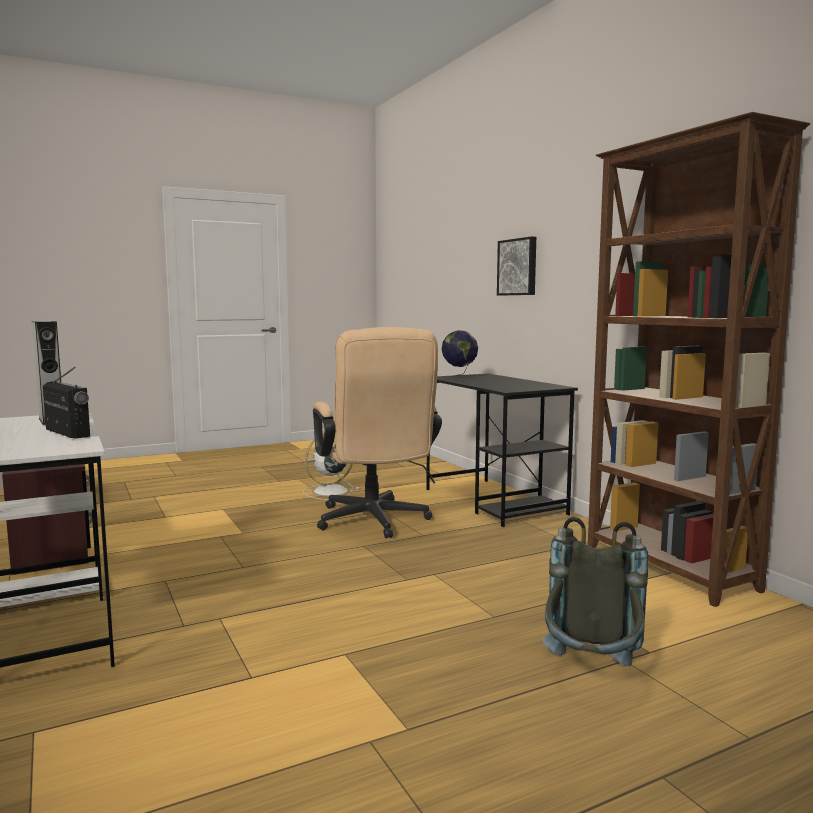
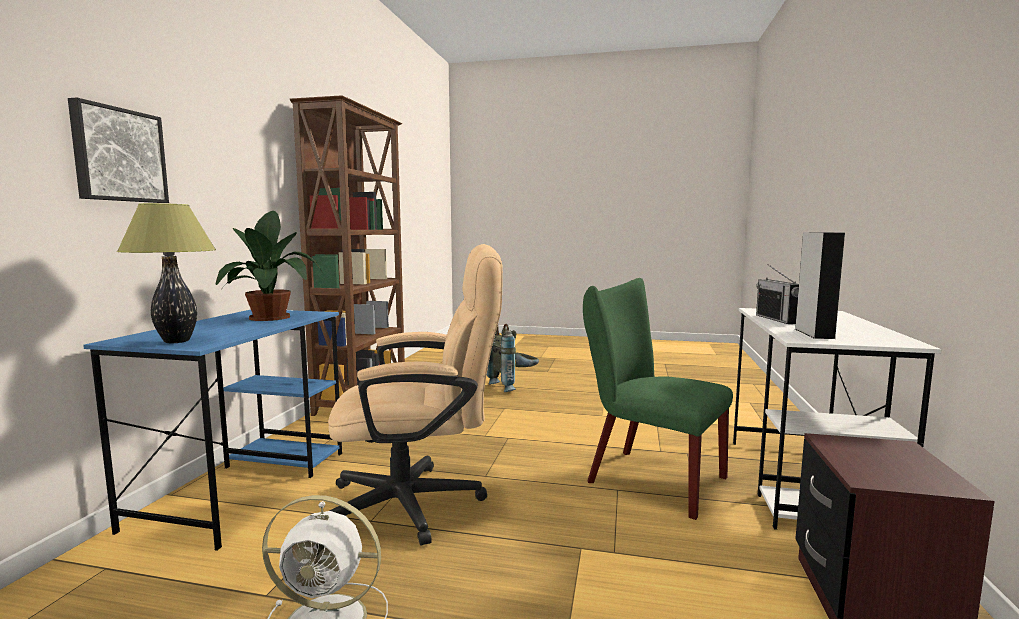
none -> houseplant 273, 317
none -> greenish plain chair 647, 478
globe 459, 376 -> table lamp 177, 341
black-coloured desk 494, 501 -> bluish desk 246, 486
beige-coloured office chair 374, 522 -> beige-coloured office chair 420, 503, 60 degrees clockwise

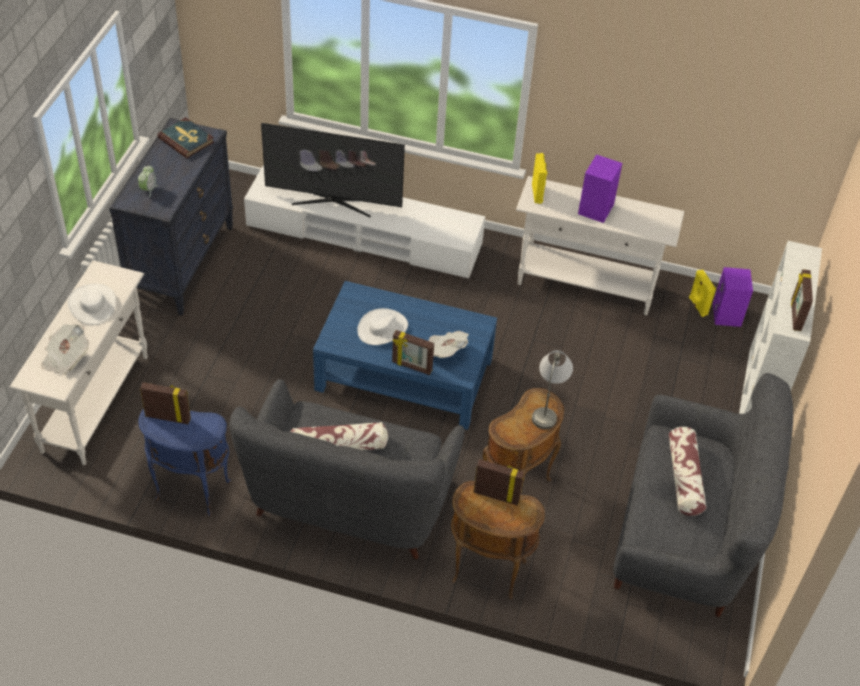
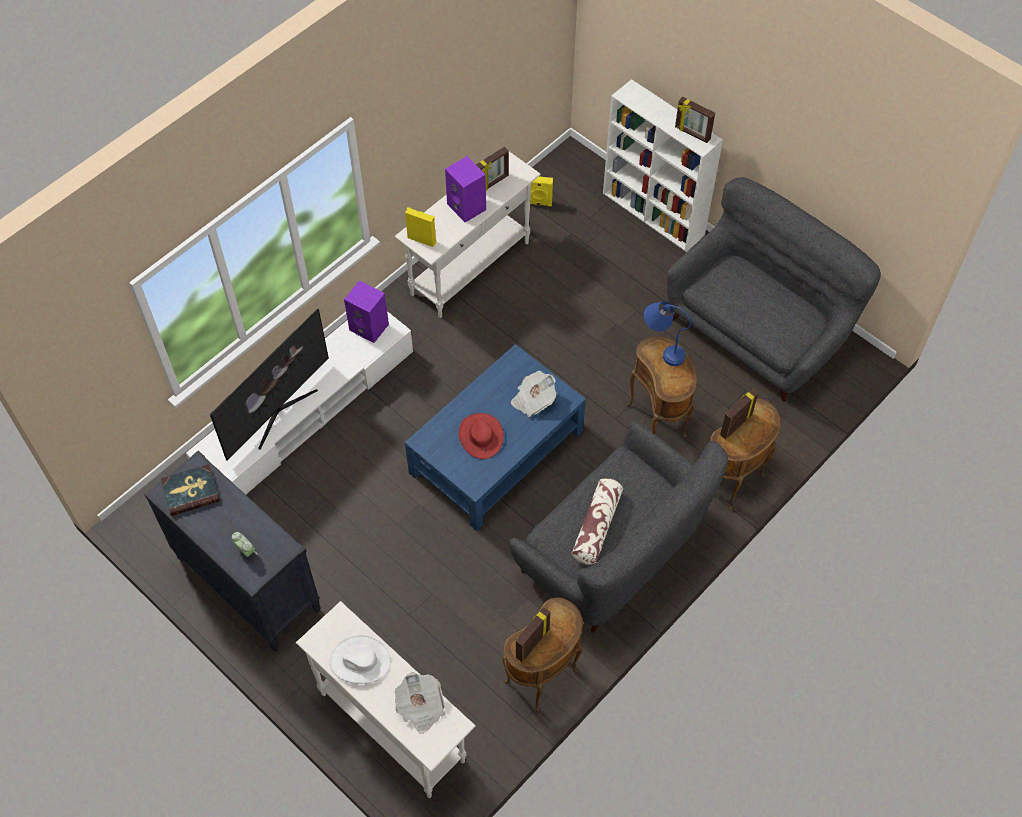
throw pillow 684, 478 -> none
photo frame 411, 367 -> photo frame 492, 183, relocated
purple loudspeaker 727, 315 -> purple loudspeaker 370, 327, relocated
bluish side table 191, 493 -> brownish side table 543, 678
white wearable hat 382, 328 -> reddish wearable hat 481, 436
grey table lamp 548, 406 -> bluish table lamp 662, 347

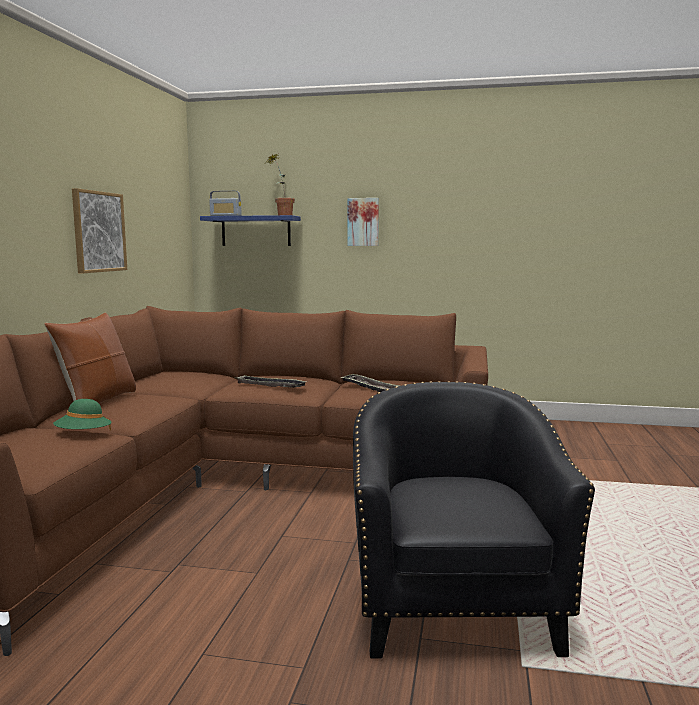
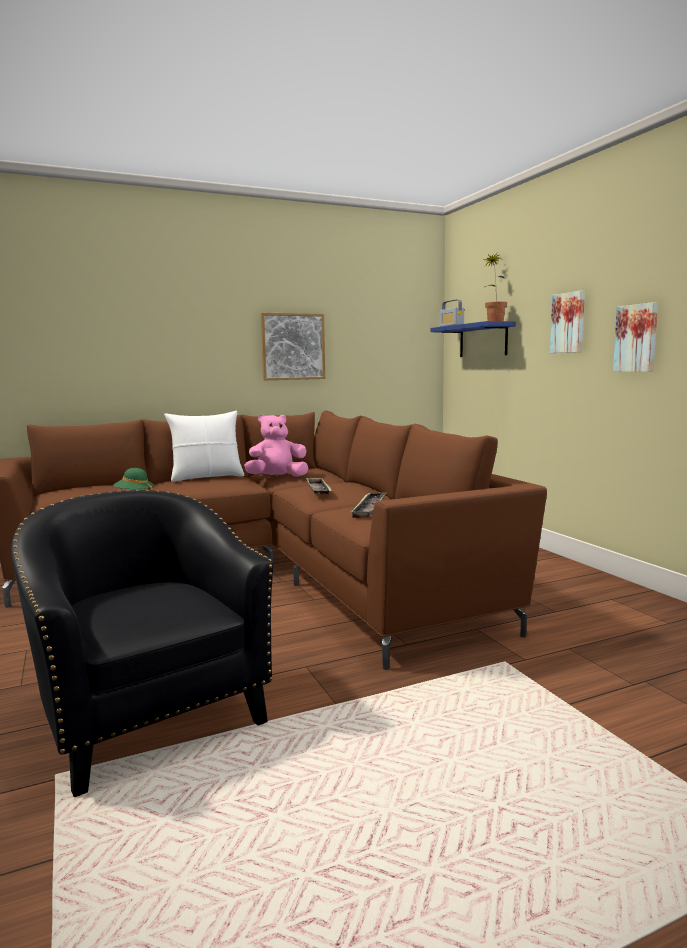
none -> pink cuddly toy 277, 477
none -> wall art 637, 338
brownish throw pillow 97, 401 -> white throw pillow 207, 477
black-coloured easy chair 453, 605 -> black-coloured easy chair 149, 715, 90 degrees counterclockwise

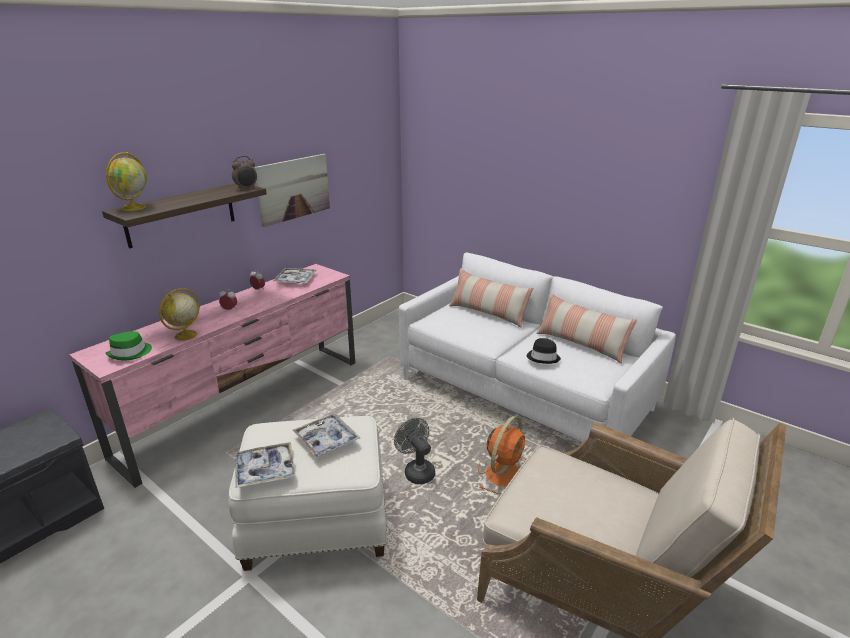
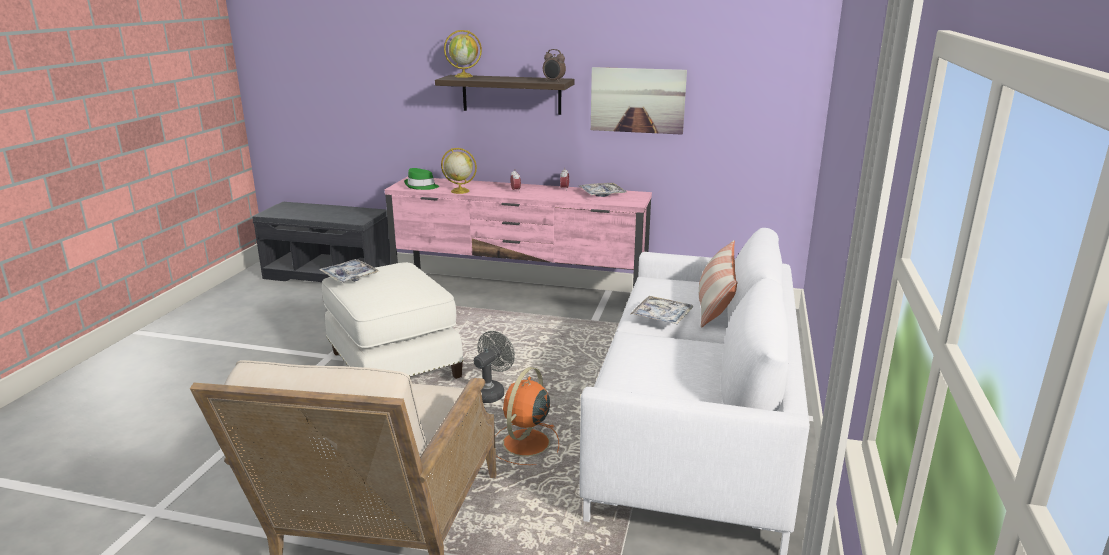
black-coloured wearable hat 543, 357 -> none
throw pillow 581, 344 -> none
tray 326, 440 -> tray 662, 316, relocated
orangey cooling fan 505, 473 -> orangey cooling fan 525, 444, 105 degrees clockwise

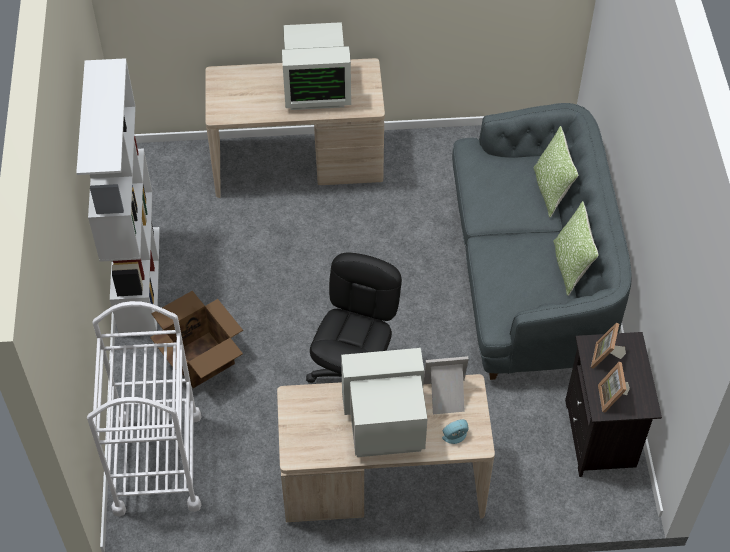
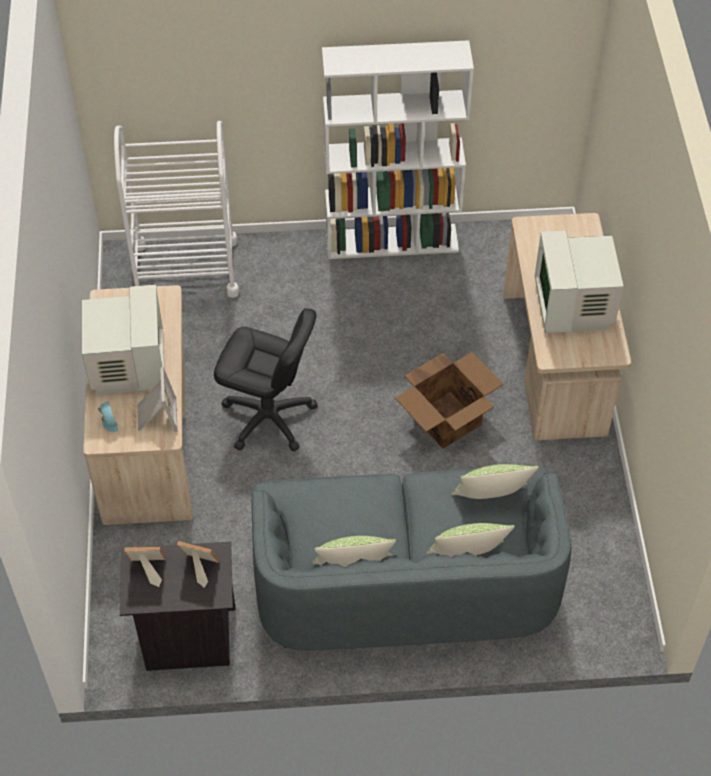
none -> throw pillow 491, 498
cardboard box 201, 358 -> cardboard box 447, 419, relocated

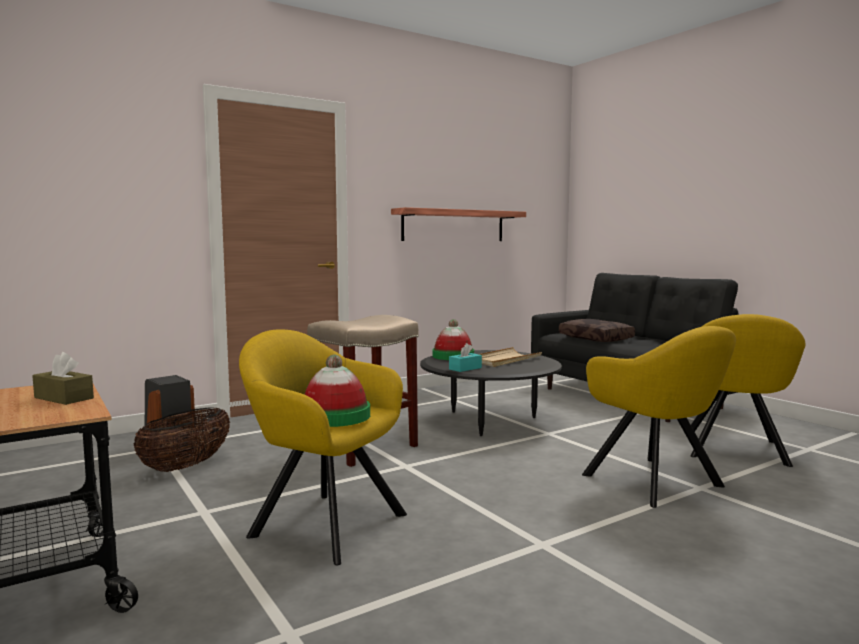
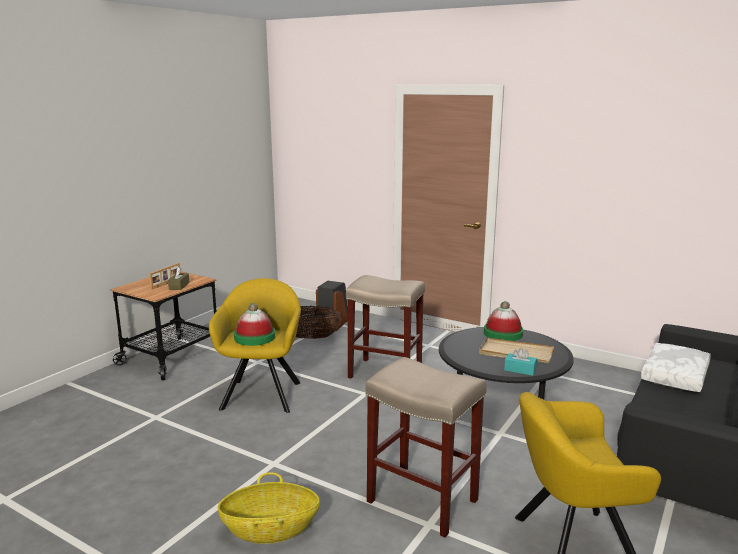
bracket shelf 454, 225 -> none
none -> photo frame 166, 283
none -> household basket 270, 529
turquoise tissue box 465, 368 -> turquoise tissue box 520, 370, relocated
yellow-coloured easy chair 657, 483 -> beige-coloured stool seat 420, 500
brownish throw pillow 596, 338 -> white throw pillow 676, 376

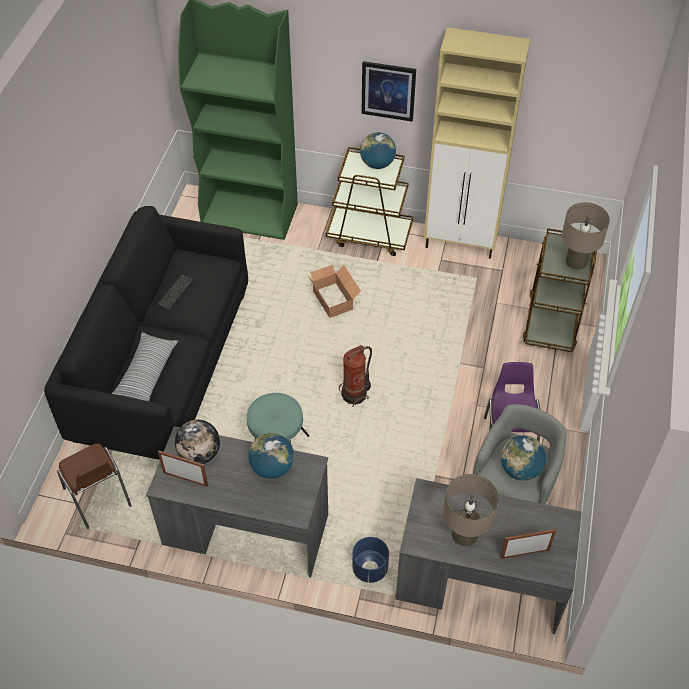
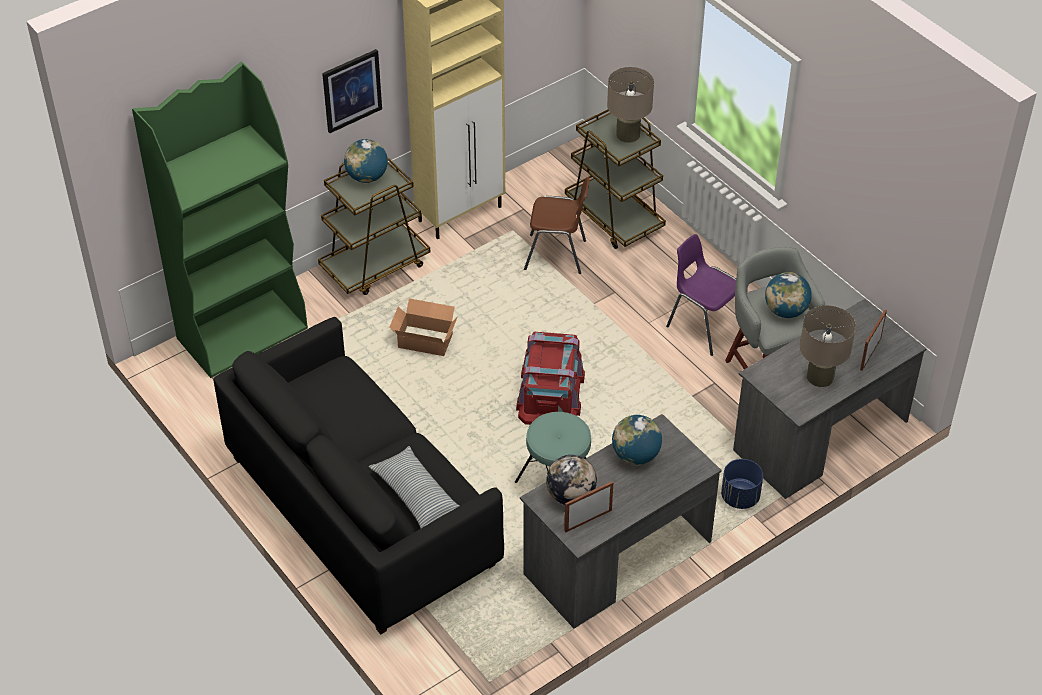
computer keyboard 175, 293 -> none
brownish plain chair 98, 498 -> brownish plain chair 557, 255, relocated
extinguisher 355, 394 -> reddish storage box 551, 393

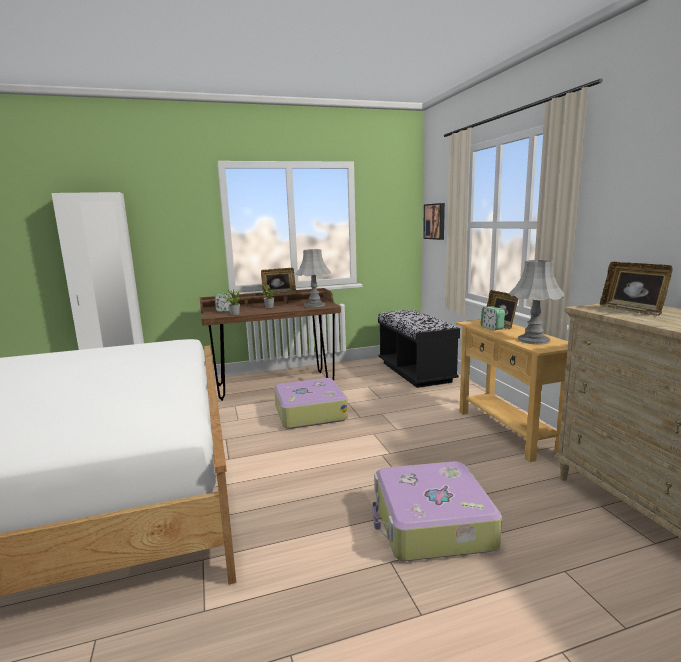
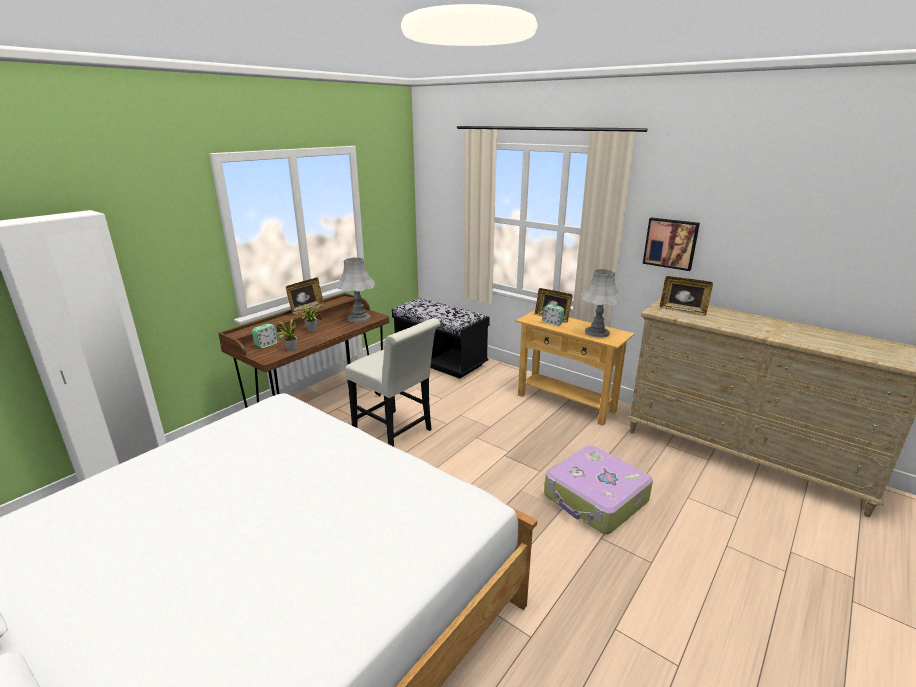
wall art 435, 221 -> wall art 671, 243, relocated
piece of luggage 309, 412 -> white plain chair 396, 433

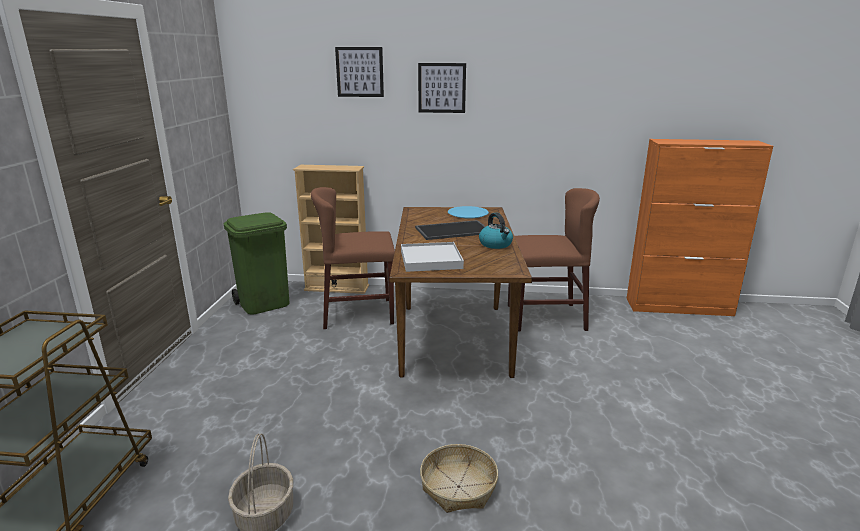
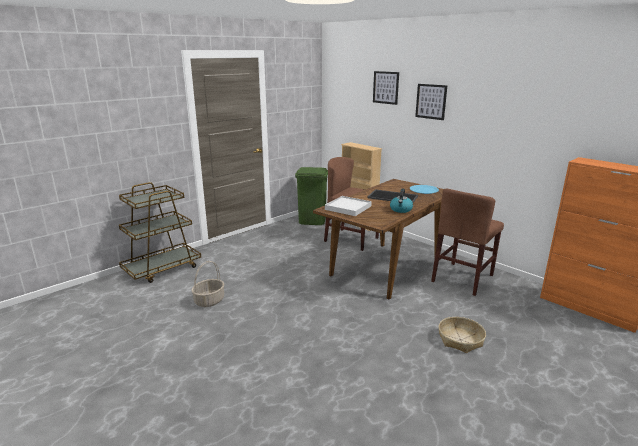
household basket 459, 486 -> household basket 460, 340, relocated
brownish plain chair 545, 317 -> brownish plain chair 462, 278, 90 degrees clockwise

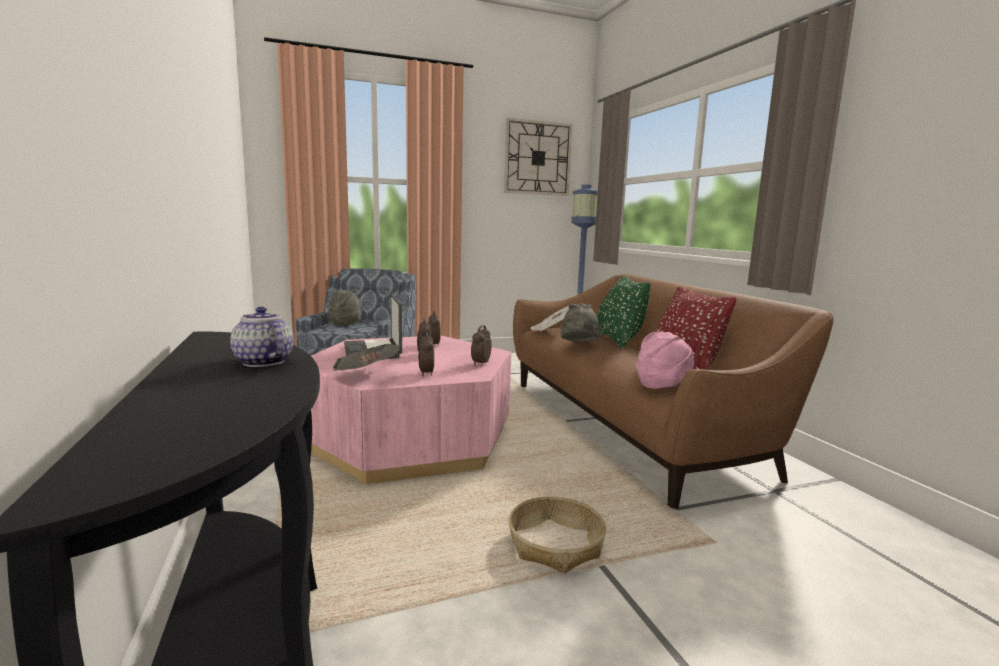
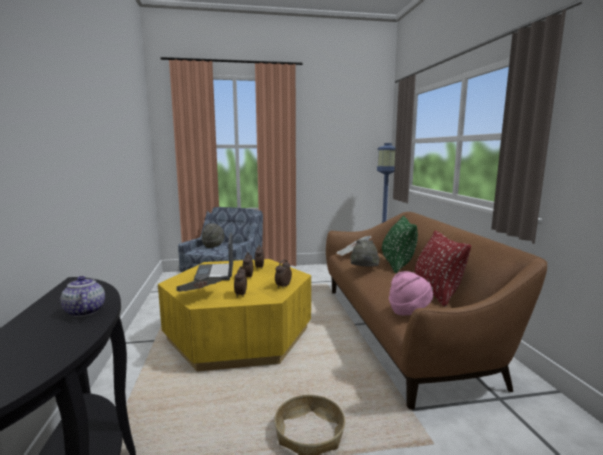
wall clock 537, 158 -> none
pink low table 409, 438 -> yellow-coloured low table 239, 334

